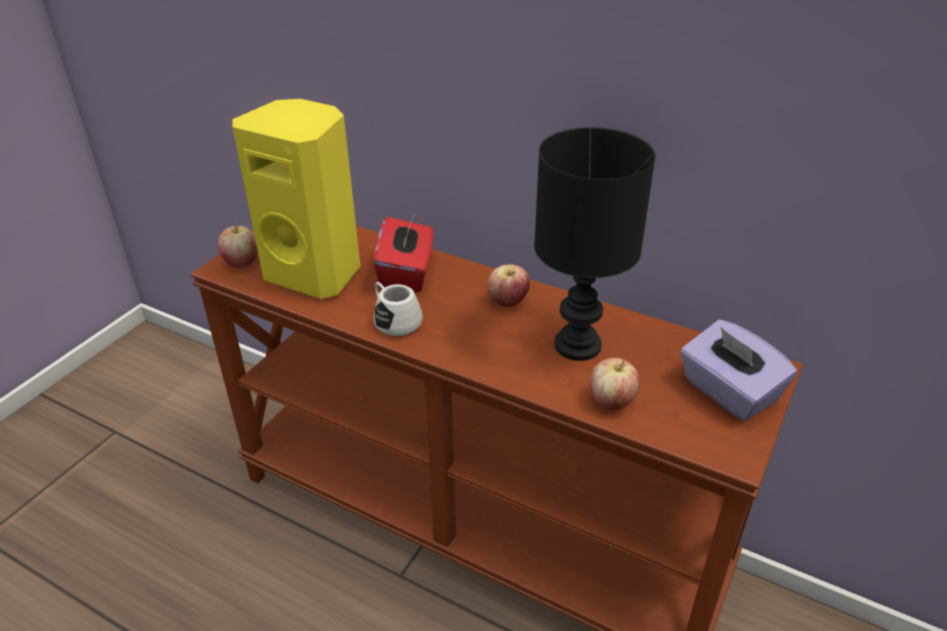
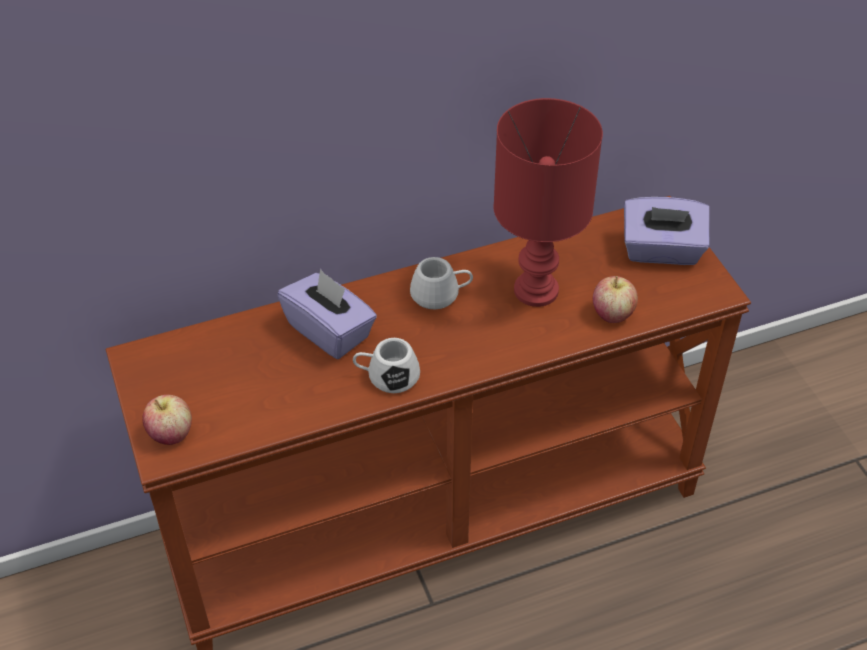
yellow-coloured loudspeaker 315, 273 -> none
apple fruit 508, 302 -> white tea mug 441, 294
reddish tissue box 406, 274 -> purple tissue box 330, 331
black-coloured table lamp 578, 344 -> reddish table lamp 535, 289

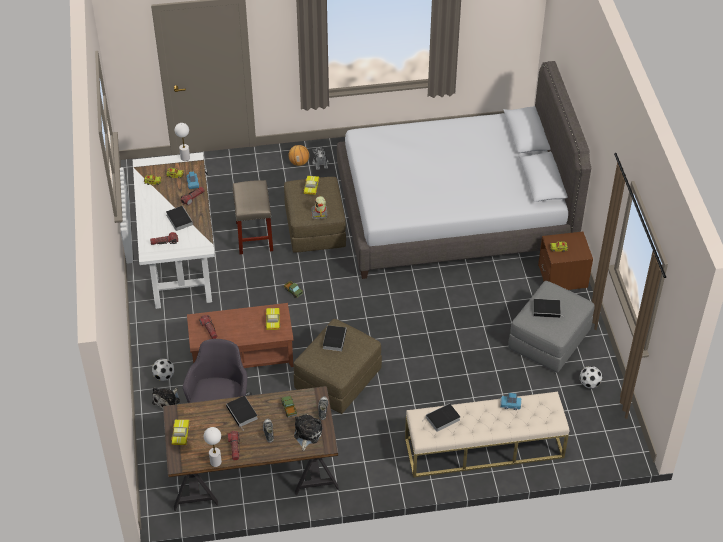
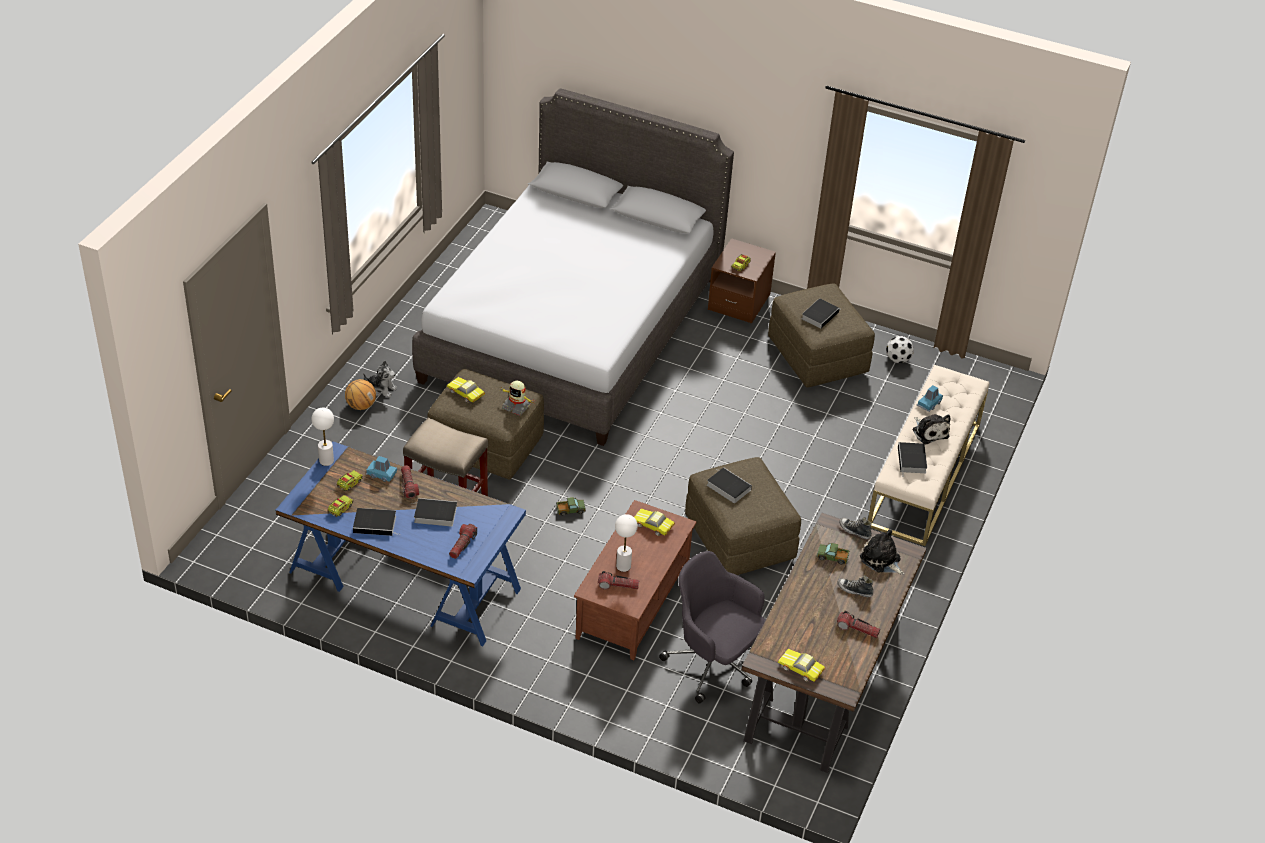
ball for football 164, 376 -> none
cuddly toy 167, 401 -> cuddly toy 929, 432, relocated
white table lamp 216, 462 -> white table lamp 623, 566, relocated
book 242, 413 -> book 376, 524, relocated
white desk 178, 252 -> bluish desk 404, 581
grey footrest 549, 340 -> brownish footrest 817, 356

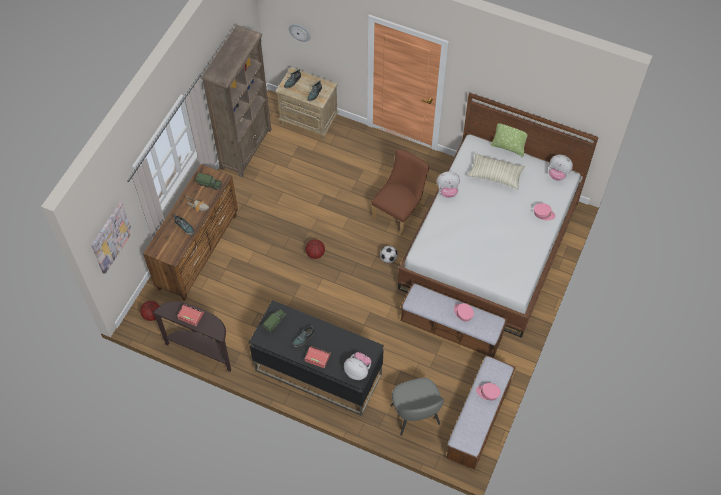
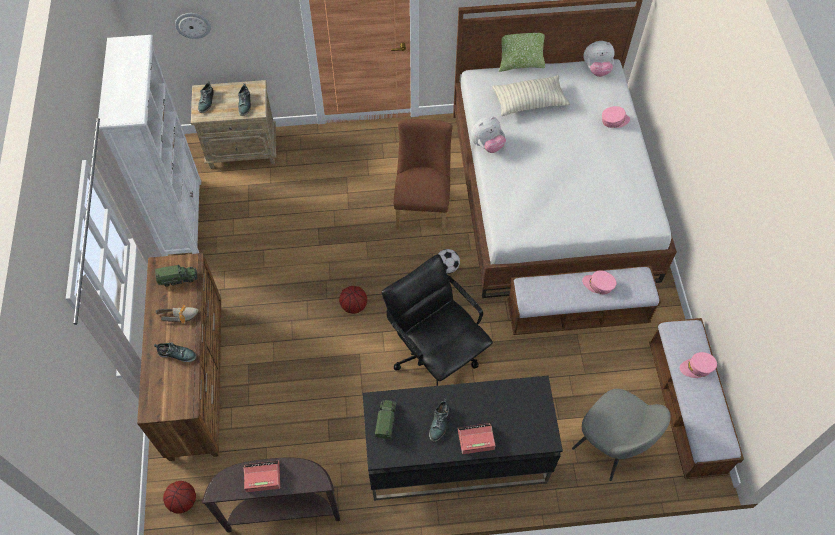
wall art 111, 237 -> none
cuddly toy 358, 371 -> none
none -> black-coloured office chair 435, 354
brownish bookshelf 246, 148 -> white bookshelf 182, 218

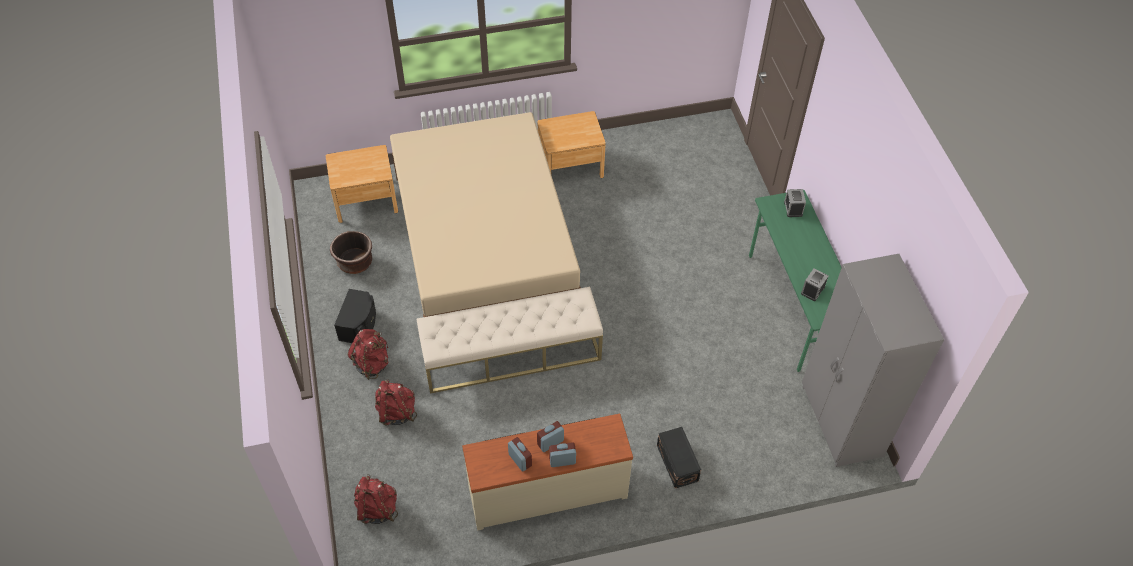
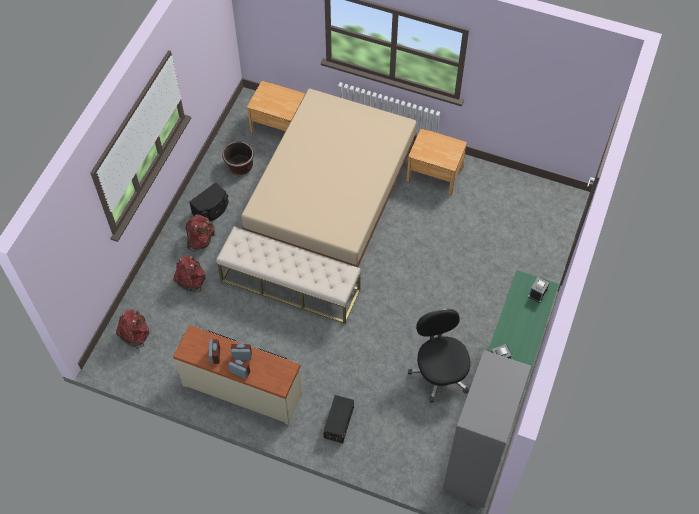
none -> black-coloured office chair 439, 372

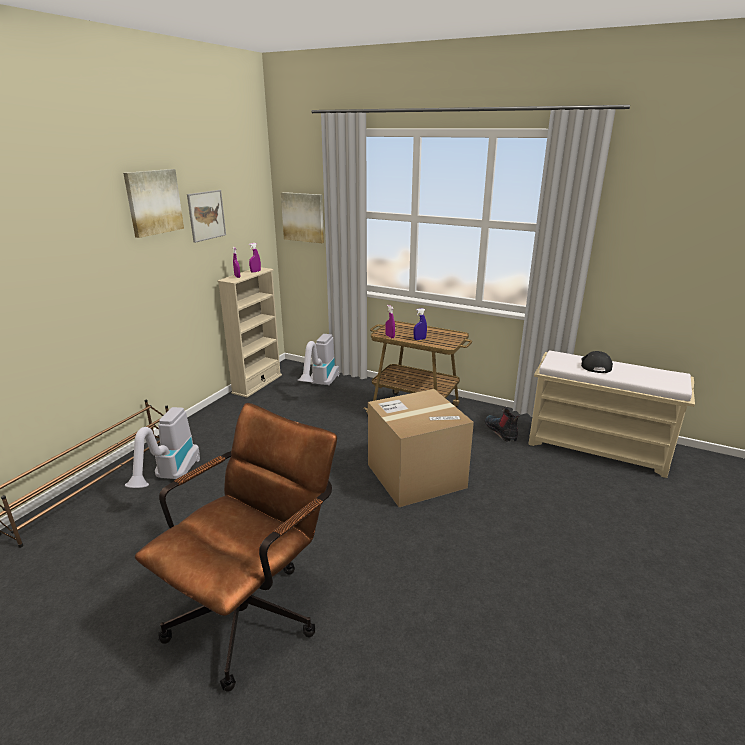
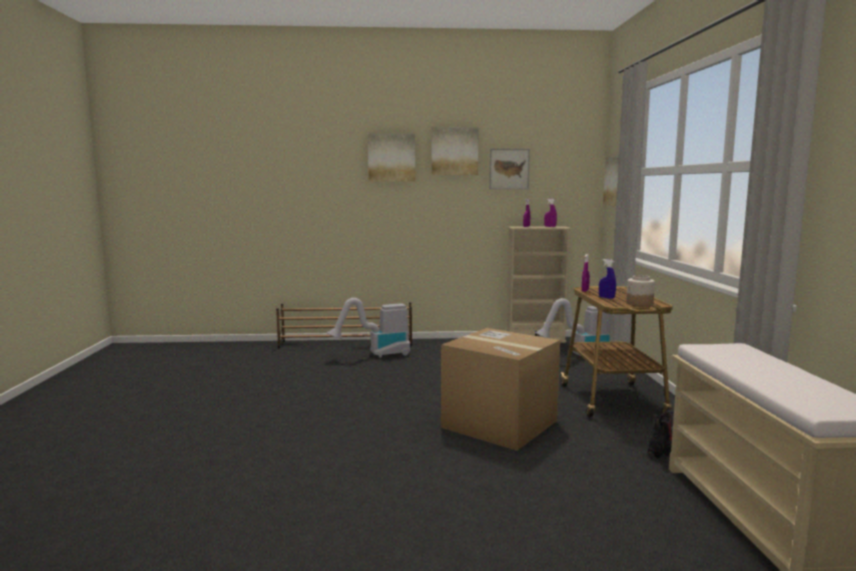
brownish office chair 253, 609 -> none
black-coloured baseball cap 595, 365 -> none
none -> wall art 391, 157
none -> jar 639, 304

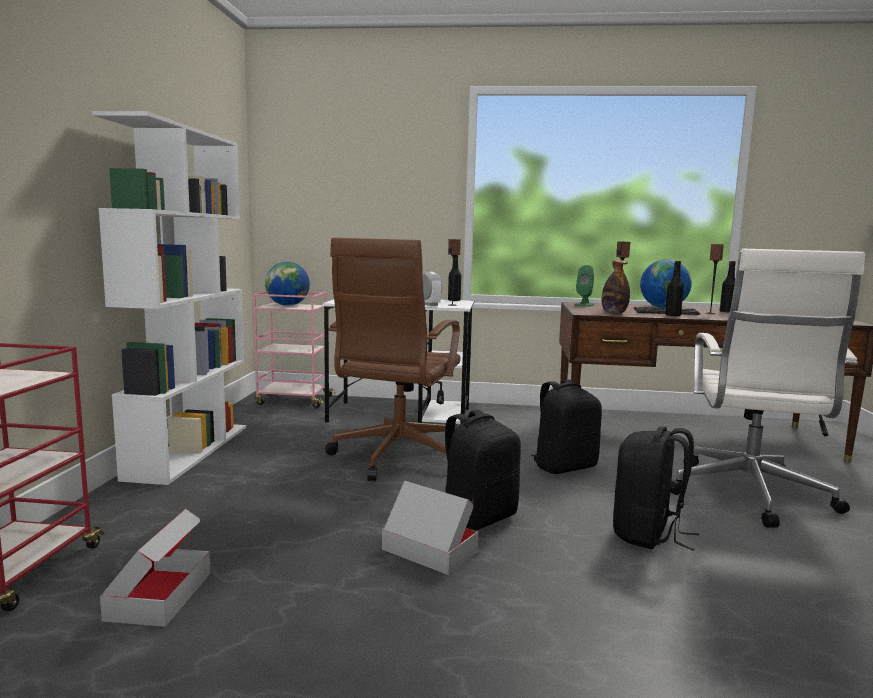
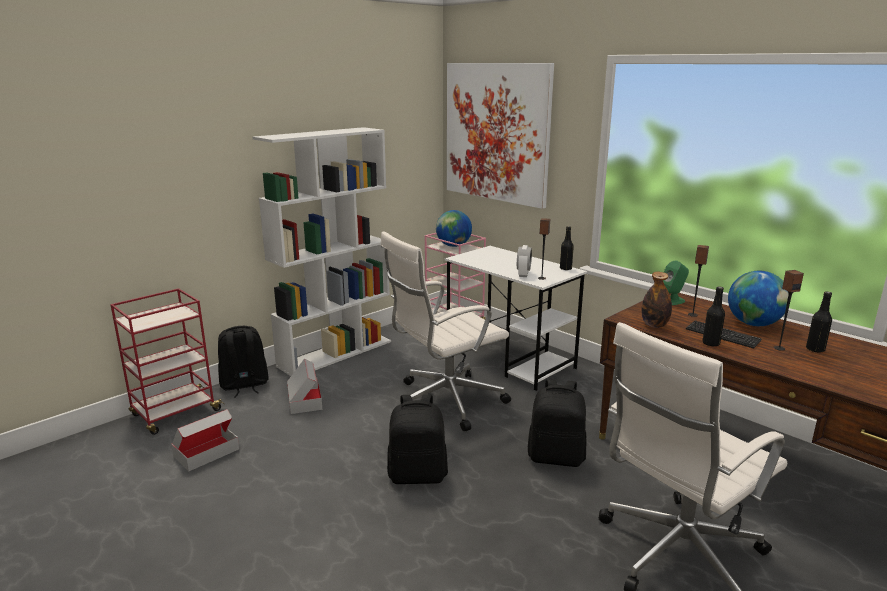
none -> wall art 497, 132
cardboard box 429, 551 -> cardboard box 304, 400, relocated
black-coloured rucksack 648, 534 -> black-coloured rucksack 244, 385, relocated
brownish office chair 396, 457 -> white office chair 445, 401

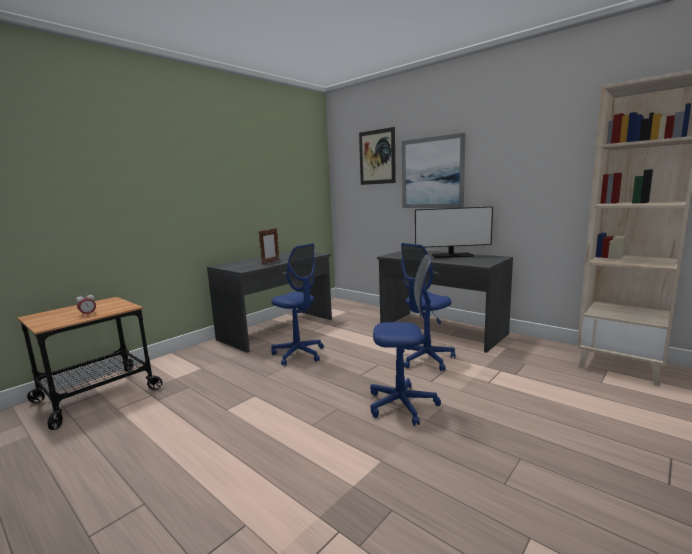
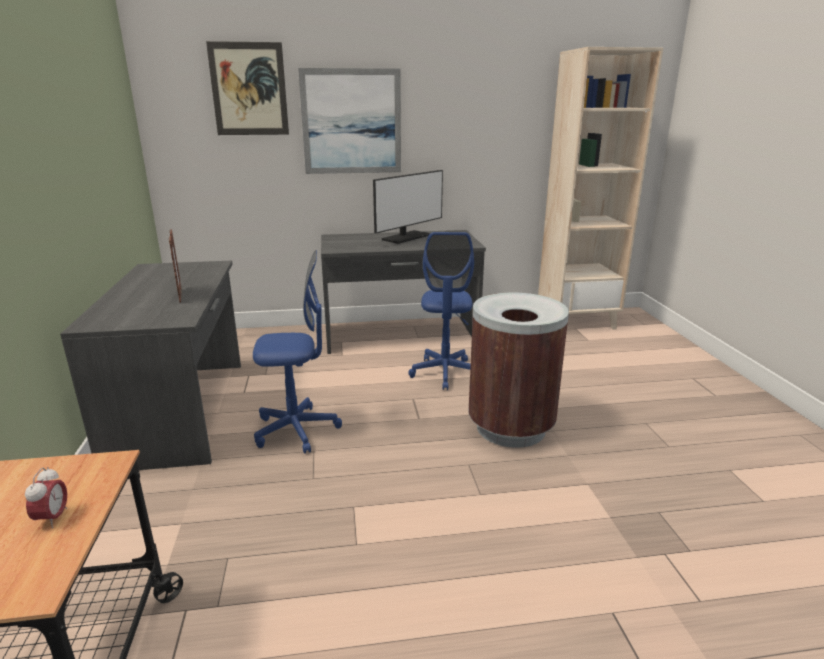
bluish office chair 402, 405 -> brownish trash can 511, 428

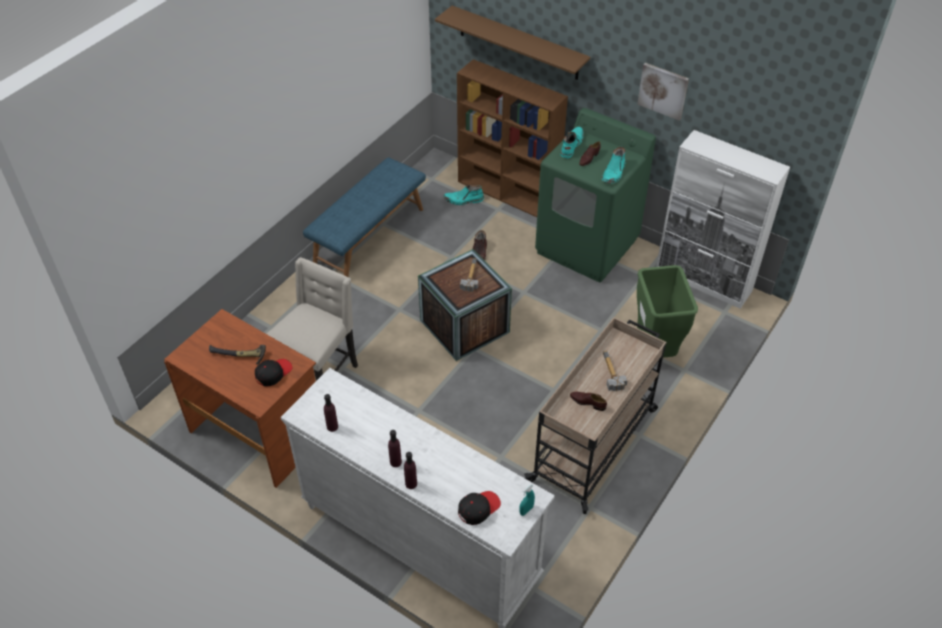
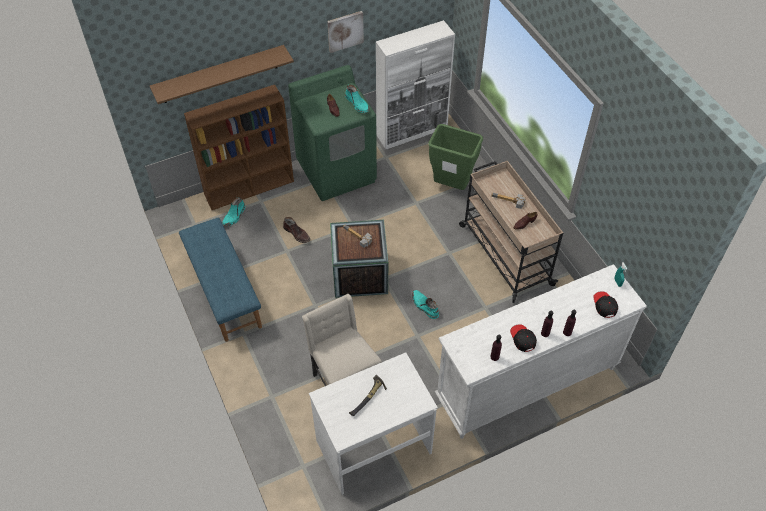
black-coloured baseball cap 273, 373 -> black-coloured baseball cap 522, 339, relocated
turquoise tall boot 571, 145 -> turquoise tall boot 424, 306, relocated
brownish desk 258, 433 -> white desk 373, 445

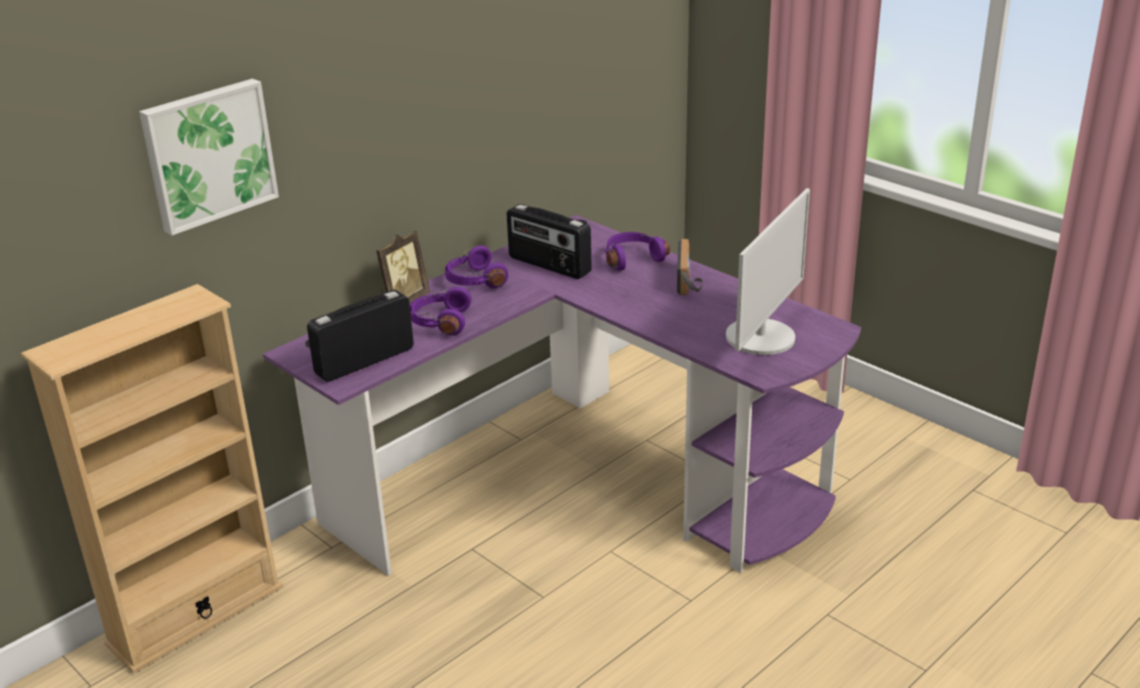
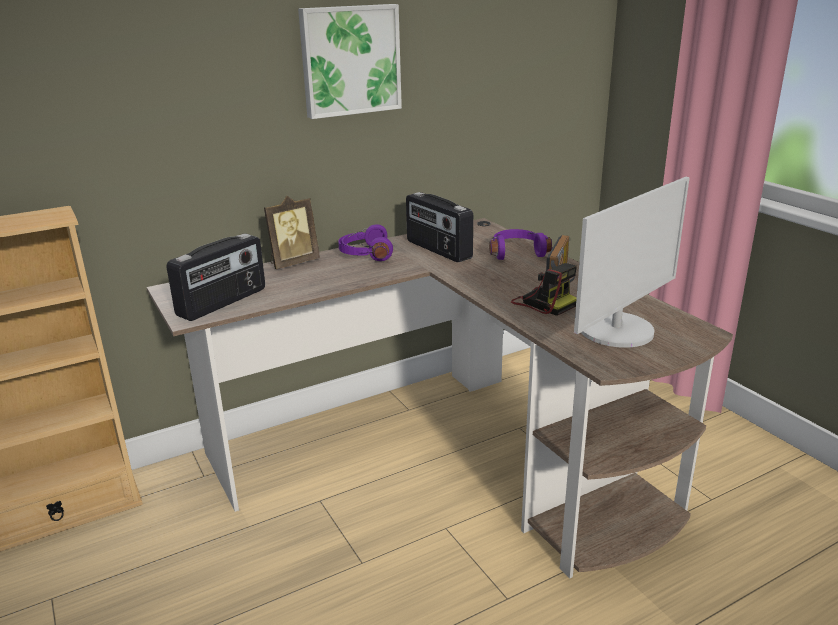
purple pair of headphones 439, 322 -> none
none -> still camera 543, 302
wall art 208, 154 -> wall art 350, 60, relocated
purple desk 582, 480 -> brownish desk 447, 454
radio set 364, 361 -> radio set 223, 302, 150 degrees clockwise

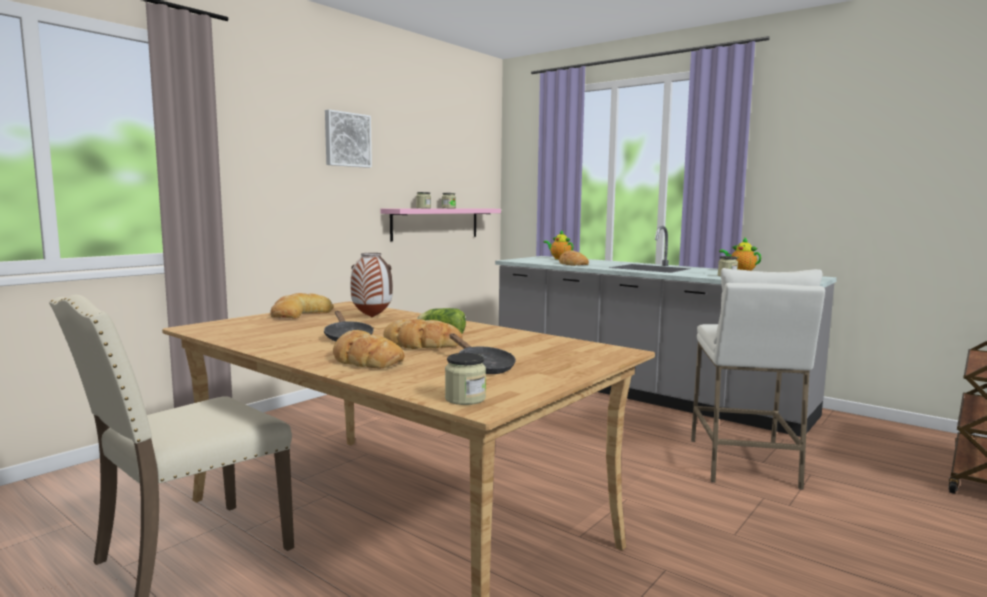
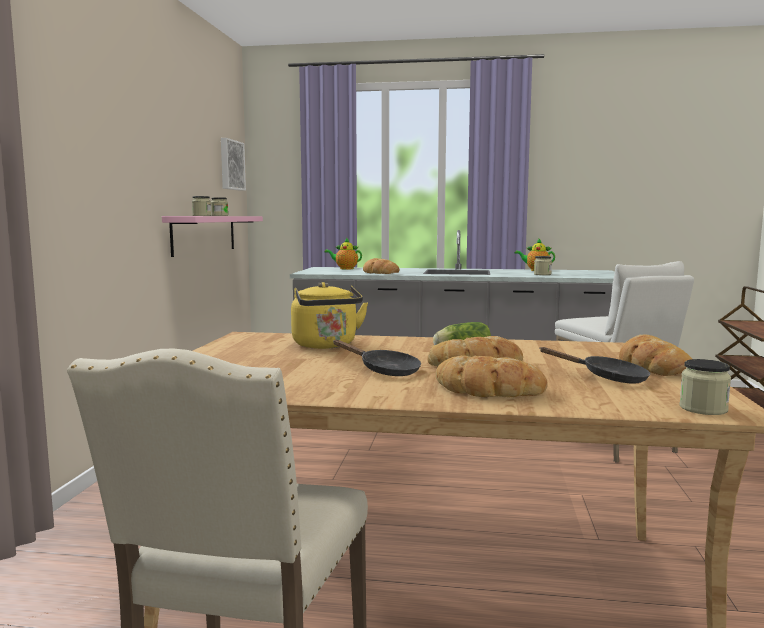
baked bread 299, 314 -> baked bread 652, 366, relocated
wall art 347, 139 -> wall art 231, 165, relocated
vase 371, 317 -> yellow-coloured kettle 326, 345

